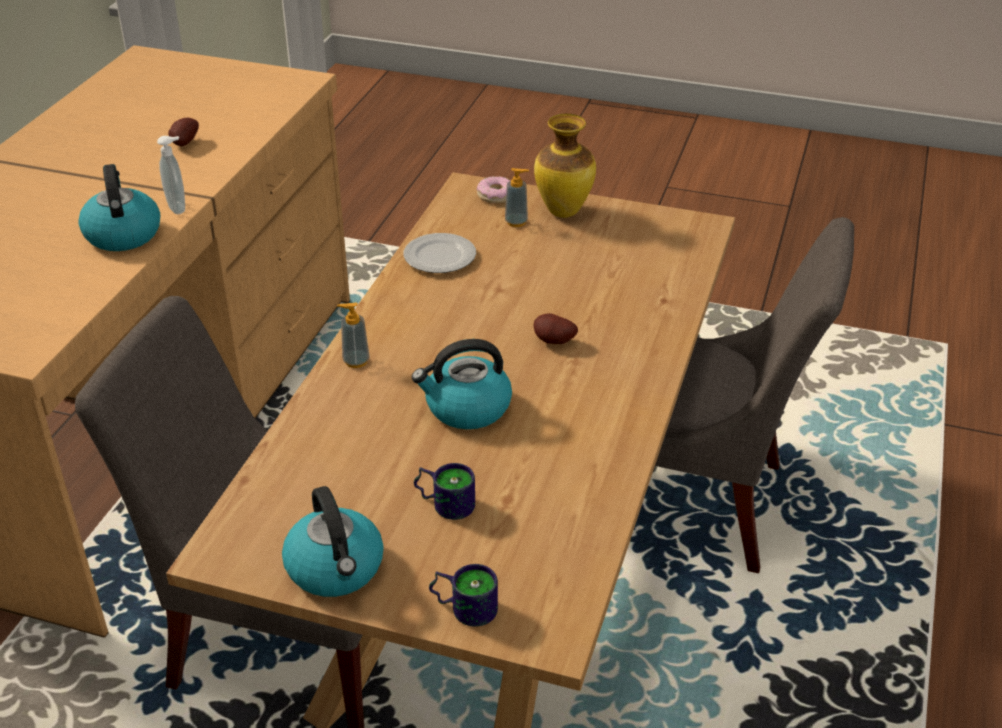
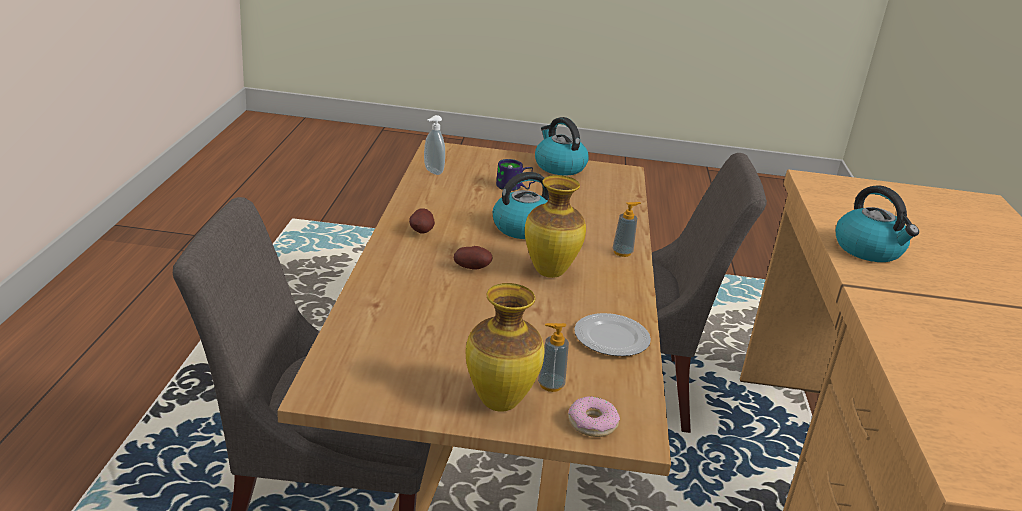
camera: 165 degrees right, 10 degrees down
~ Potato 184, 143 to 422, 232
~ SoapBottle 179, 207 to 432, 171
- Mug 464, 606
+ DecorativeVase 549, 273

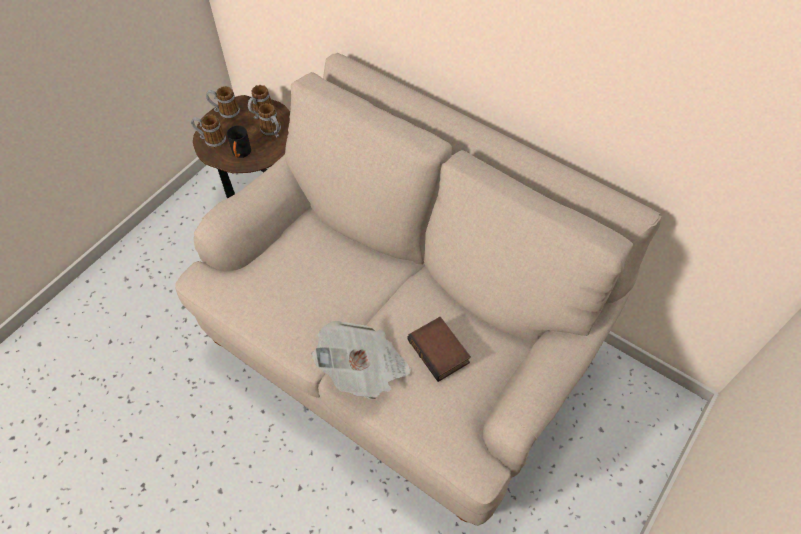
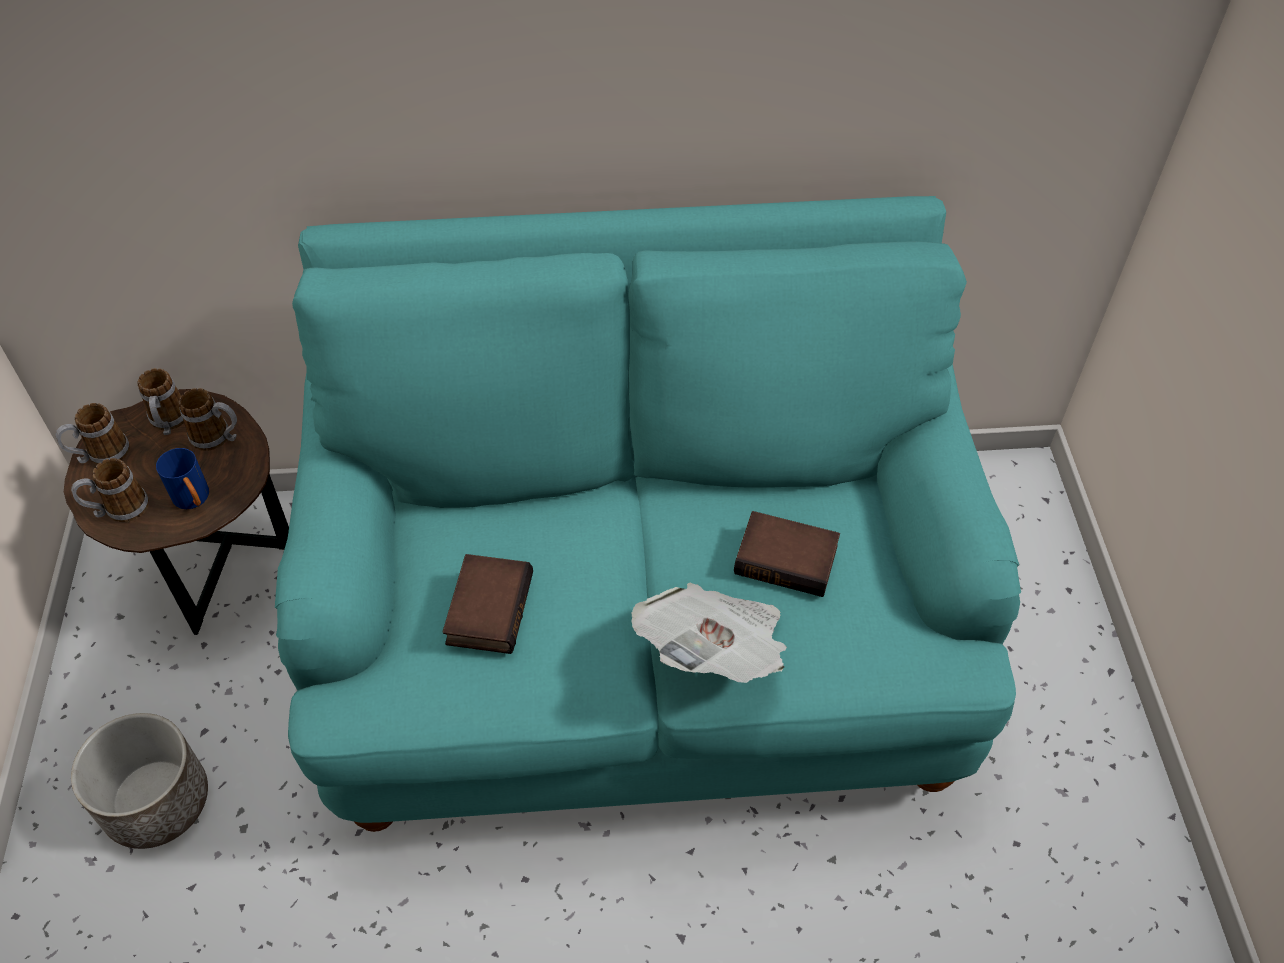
camera: 40 degrees left, 5 degrees down
~ SandColouredSettee 401, 349 to BlueGreenSettee 642, 644
~ BlackColouredMug 241, 154 to BluishMug 194, 500
+ Book 487, 608
+ PlantPot 156, 800

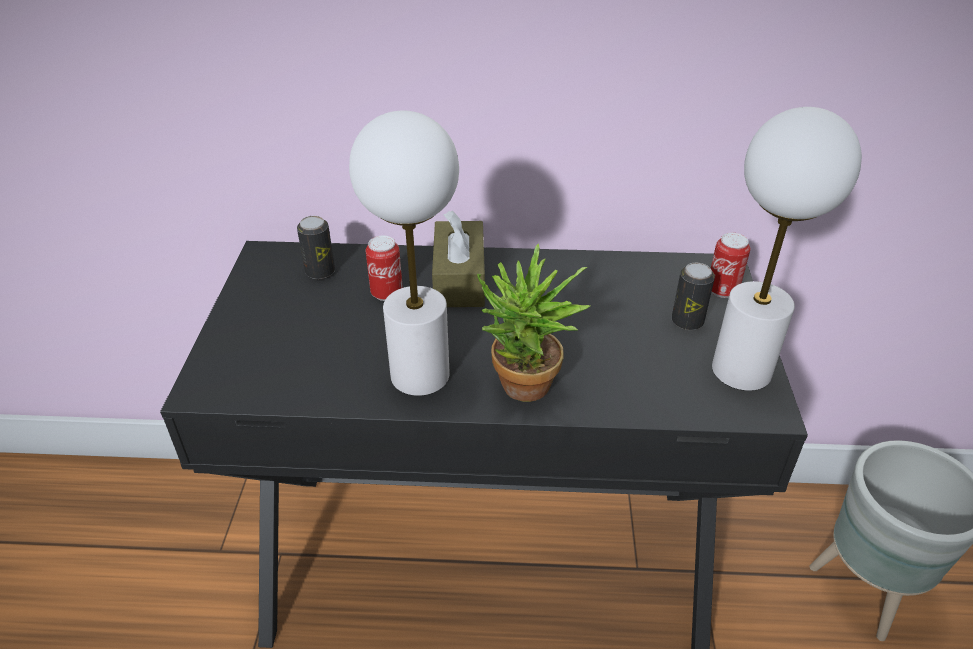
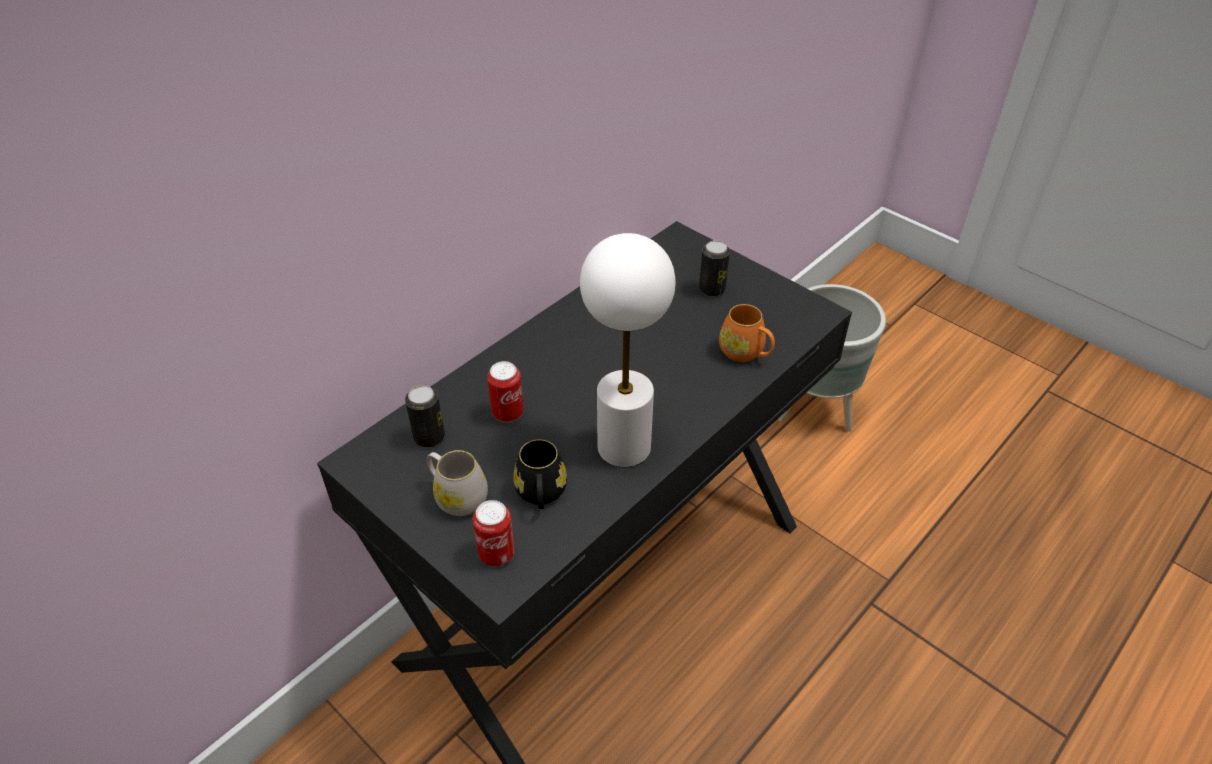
camera: 50 degrees left, 5 degrees up
- WhiteColouredTabletopLamp 741, 370
- BrownishTissueHolder 459, 279
~ MetalCan 722, 290 to 497, 554
- PottedPlant 524, 392
+ OrangeyMug 745, 353
+ BlackColouredMug 541, 494
+ WhiteColouredMug 457, 496

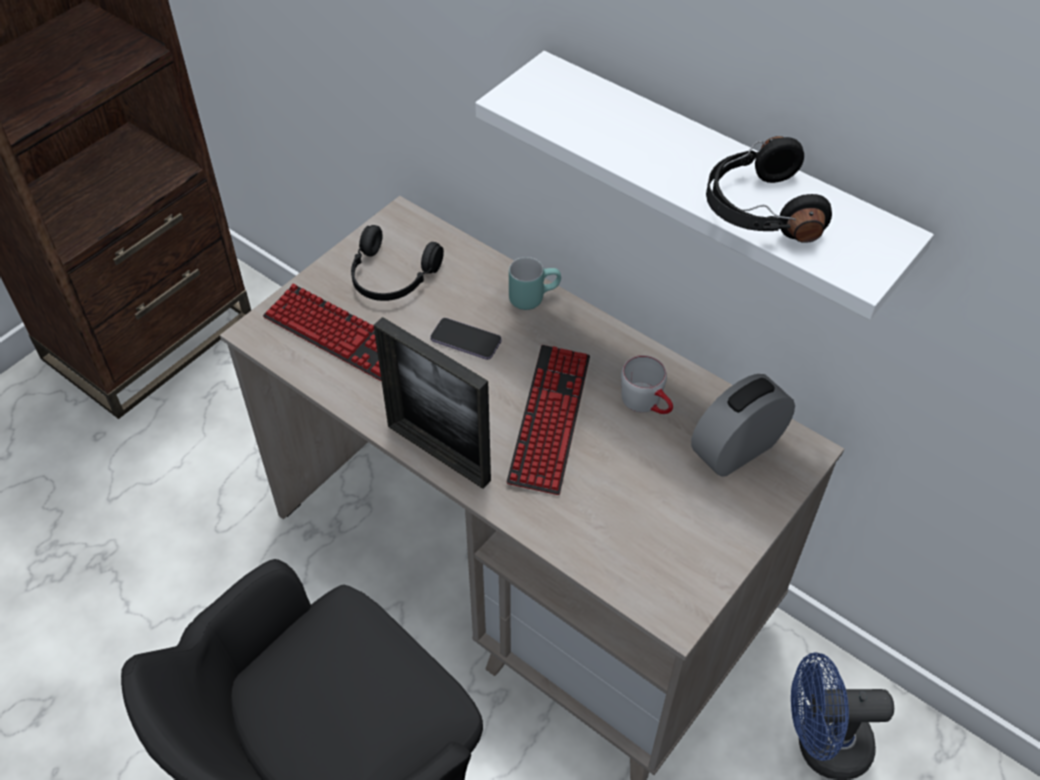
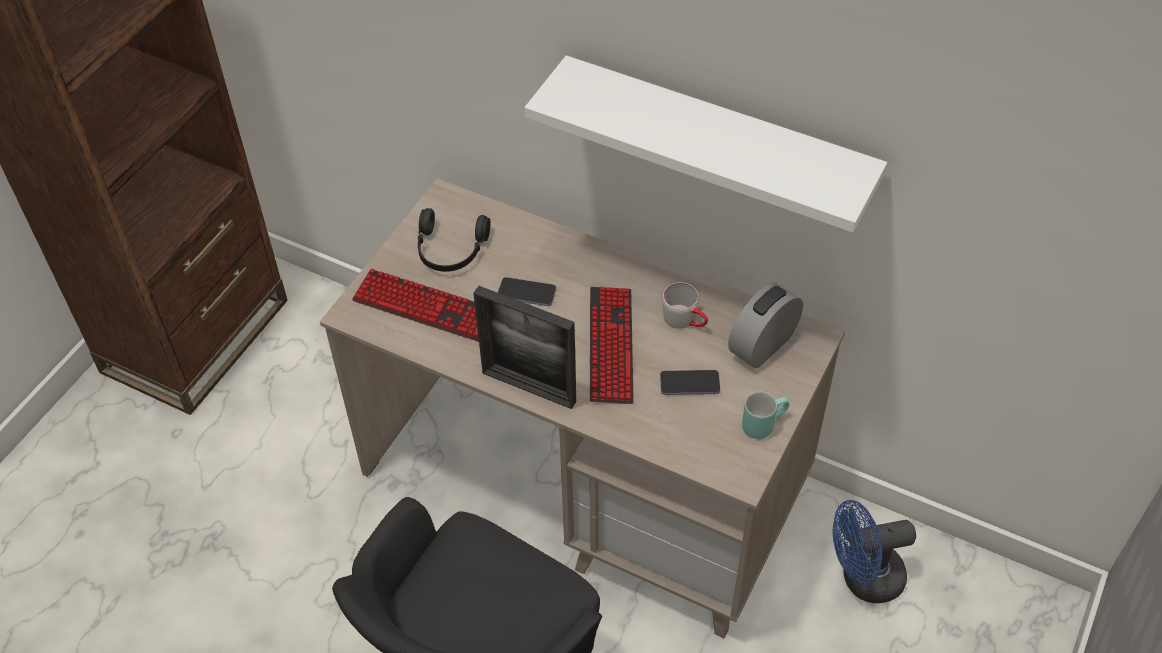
camera: 10 degrees left, 0 degrees up
- BlackColouredHeadset 759, 209
~ BlueGreenMug 533, 296 to 762, 423
+ Telephone 689, 384

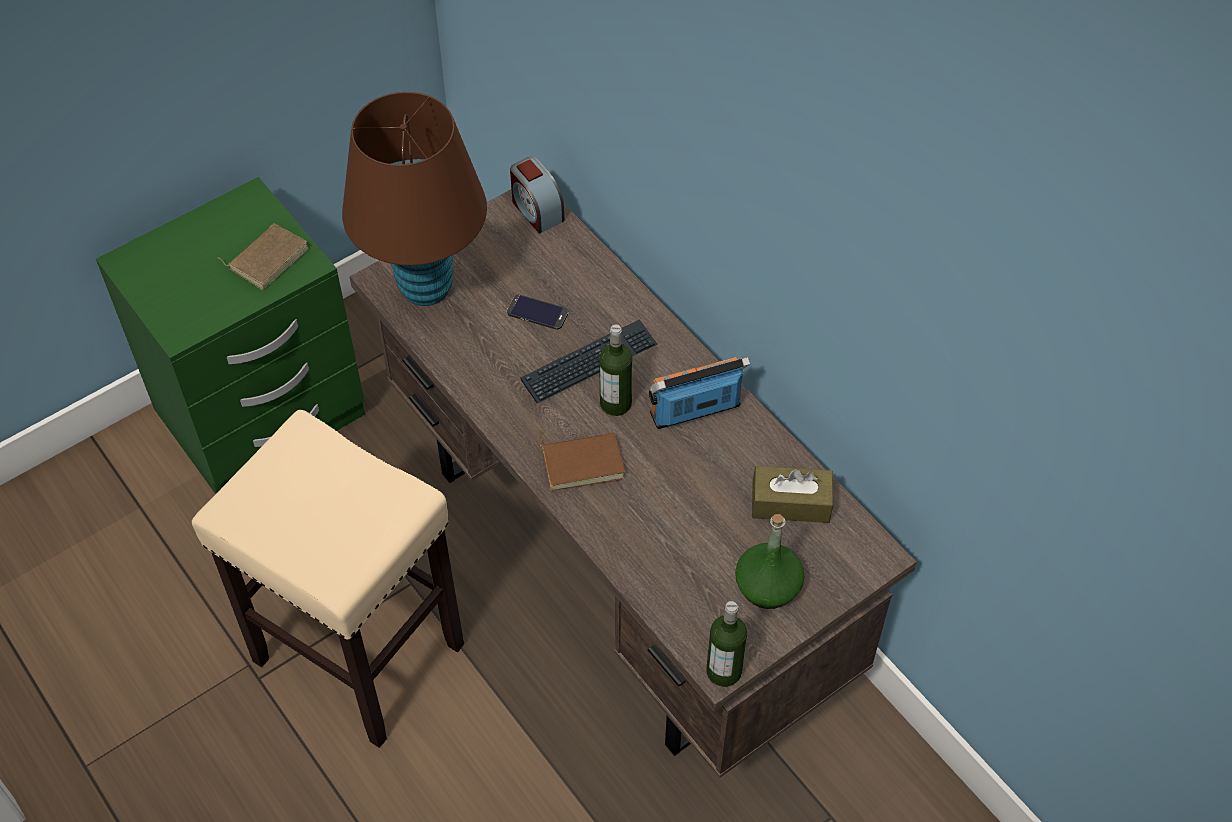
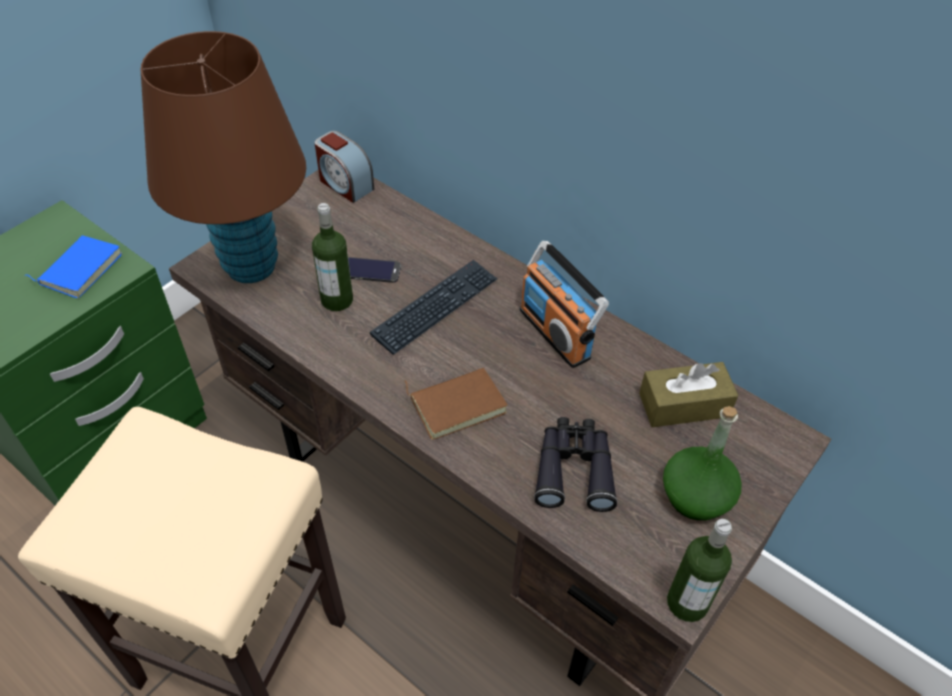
camera: 15 degrees left, 5 degrees down
~ BrownishBook 267, 258 to BluishBook 79, 268
~ DrinkBottle 615, 403 to 337, 300
~ RadioReceiver 695, 410 = 555, 333 90 degrees counterclockwise
+ BlackColouredPairOfBinoculars 574, 469

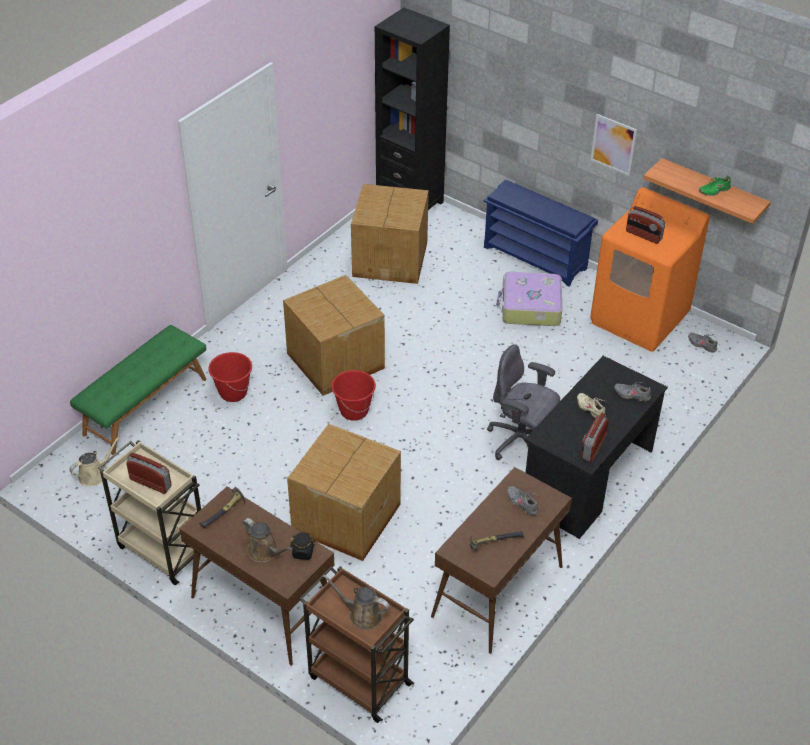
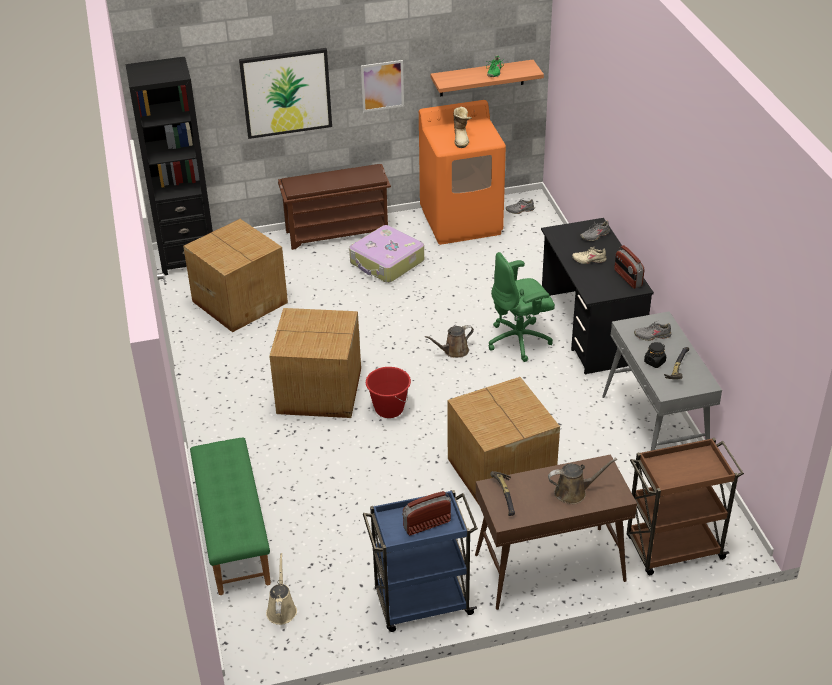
camera: 50 degrees left, 5 degrees down
~ BluishShoeShelf 536, 258 to BrownishShoeShelf 338, 232
~ RadioReceiver 643, 235 to TallBoot 461, 139
~ GrayComputerChair 521, 442 to GreenishComputerChair 520, 340
- RedWaterBucket 233, 393
~ SandColouredCart 162, 549 to BluishCart 421, 603
~ BrownishConsoleTable 497, 592 to GrayConsoleTable 655, 430
~ BlackColouredStorageJar 303, 552 to 654, 362
~ BrownishWateringPot 362, 614 to 454, 351
+ WallArt 286, 92

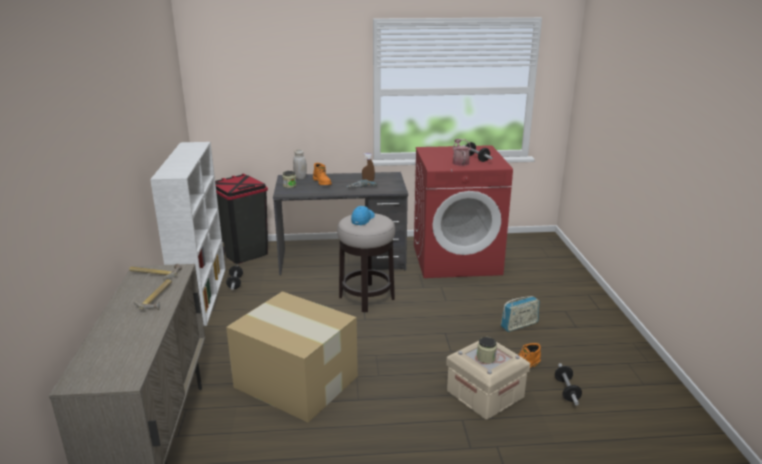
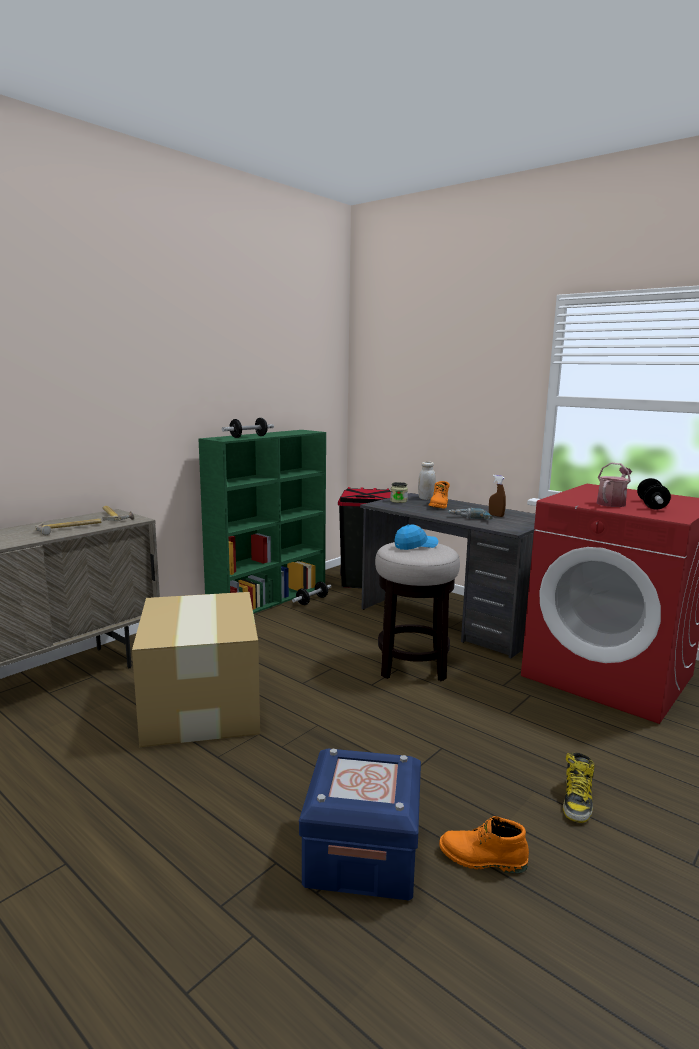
camera: 45 degrees right, 10 degrees down
~ WhiteColouredShelvingUnit 202, 295 to GreenishShelvingUnit 269, 599
~ RadioReceiver 519, 325 to TallBoot 577, 800
- StorageJar 486, 358
~ SandColouredStorageContainer 485, 394 to BluishStorageContainer 362, 854
~ HandWeight 566, 390 to 248, 437

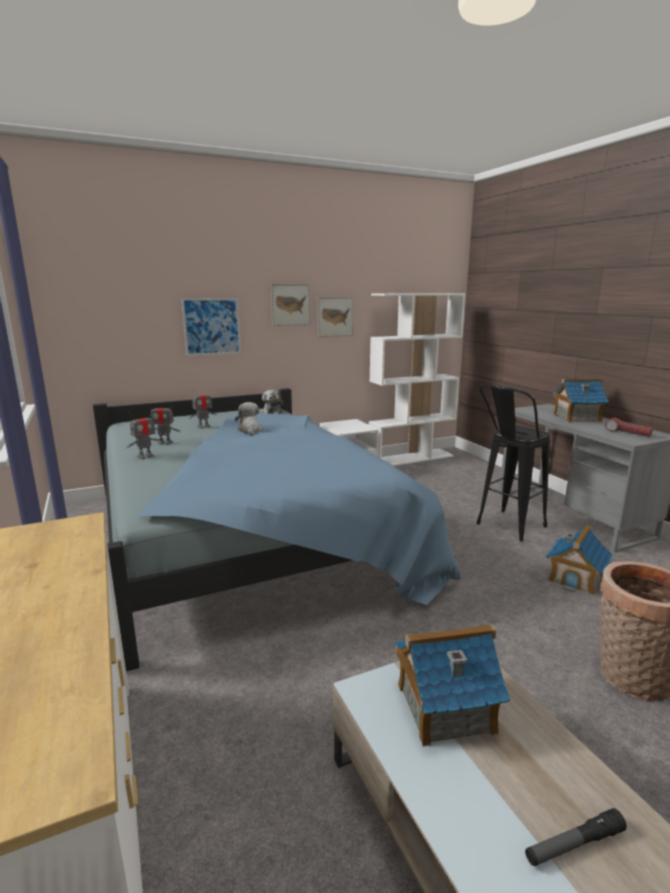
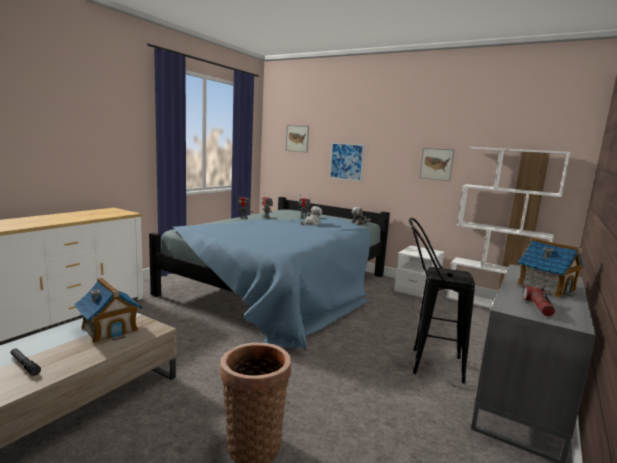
camera: 55 degrees right, 5 degrees down
~ WallArt 290, 305 to 297, 138
- MiniatureHouse 575, 578

